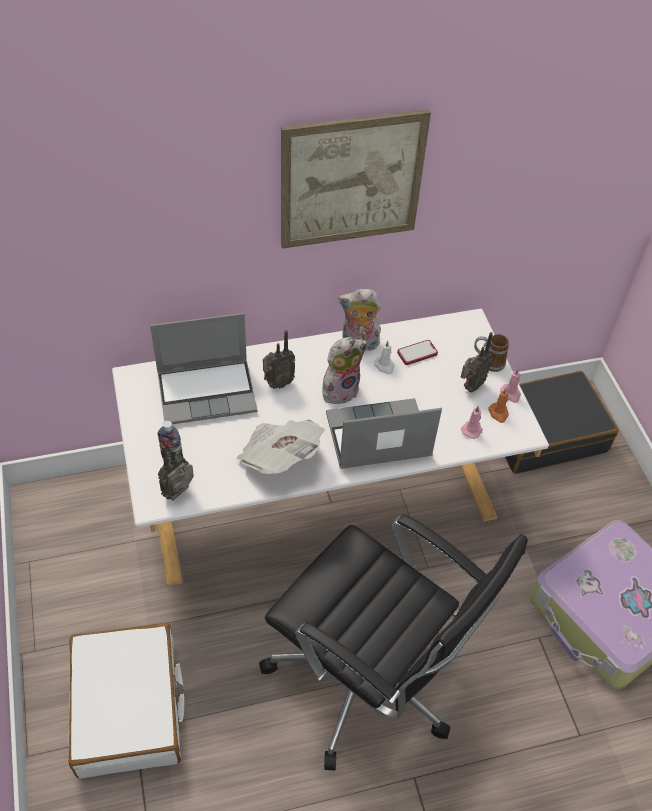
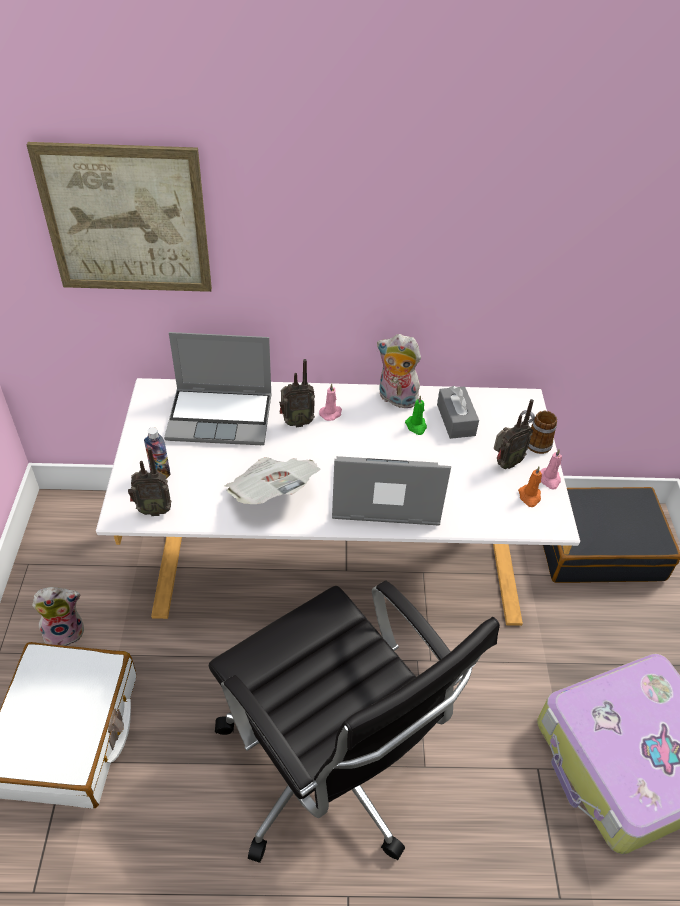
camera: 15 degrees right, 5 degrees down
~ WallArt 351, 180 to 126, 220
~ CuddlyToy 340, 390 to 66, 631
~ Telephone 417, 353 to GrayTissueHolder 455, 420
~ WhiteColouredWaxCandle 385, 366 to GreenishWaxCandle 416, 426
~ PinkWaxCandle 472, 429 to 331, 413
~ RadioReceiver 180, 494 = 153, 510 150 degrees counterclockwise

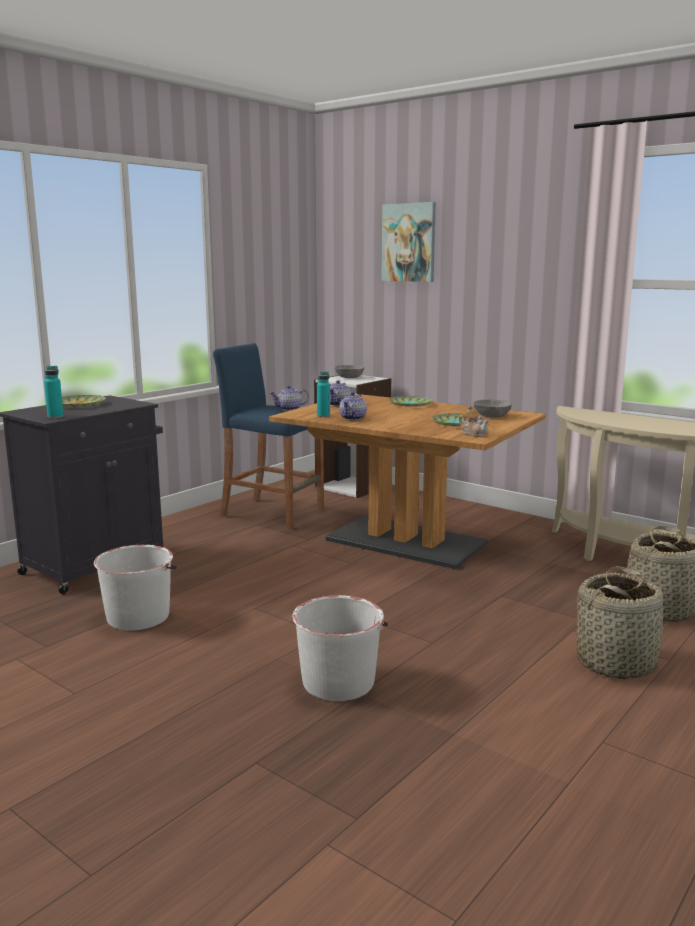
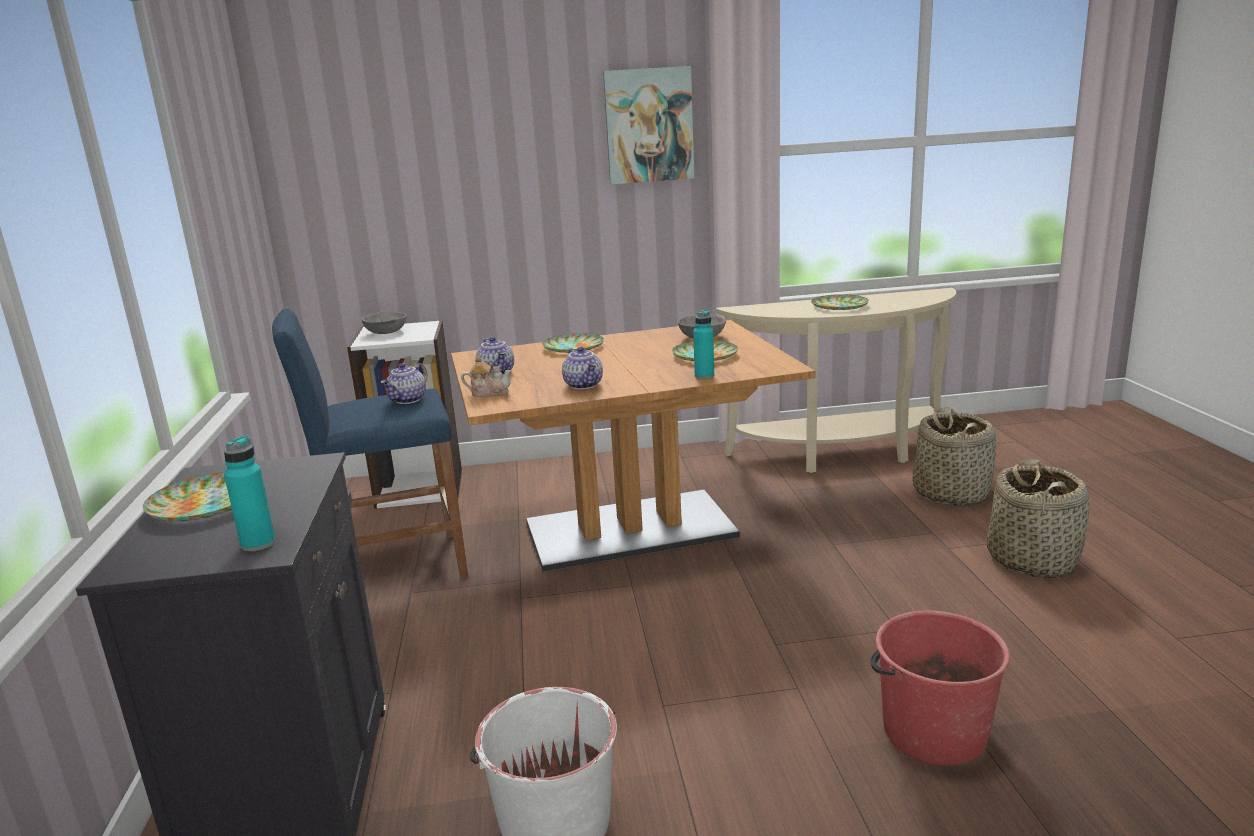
camera: 45 degrees left, 5 degrees up
~ WallArt 409, 242 to 649, 126
~ BlueGreenDrinkBottle 323, 415 to 704, 376
~ Teapot 474, 434 to 489, 393
~ WhiteColouredWaterBucket 338, 682 to RedWaterBucket 932, 731
+ Plate 840, 306

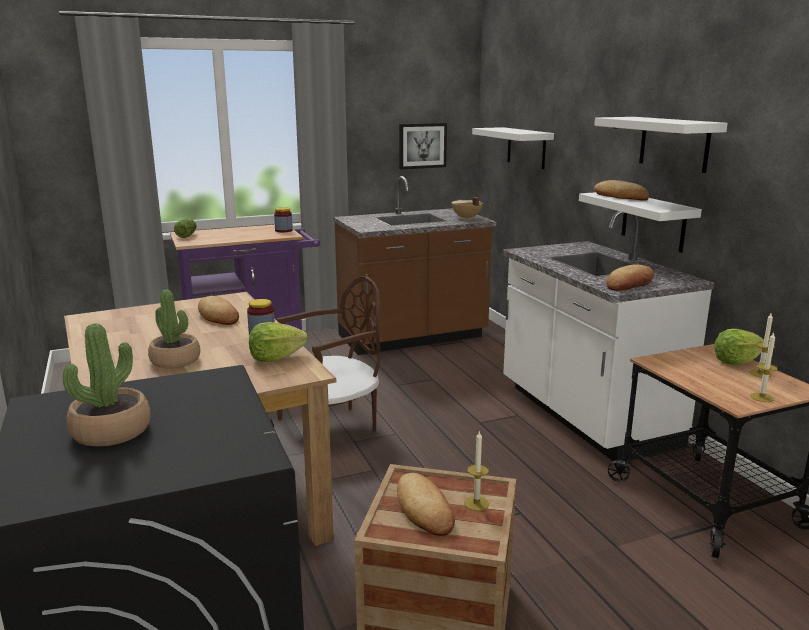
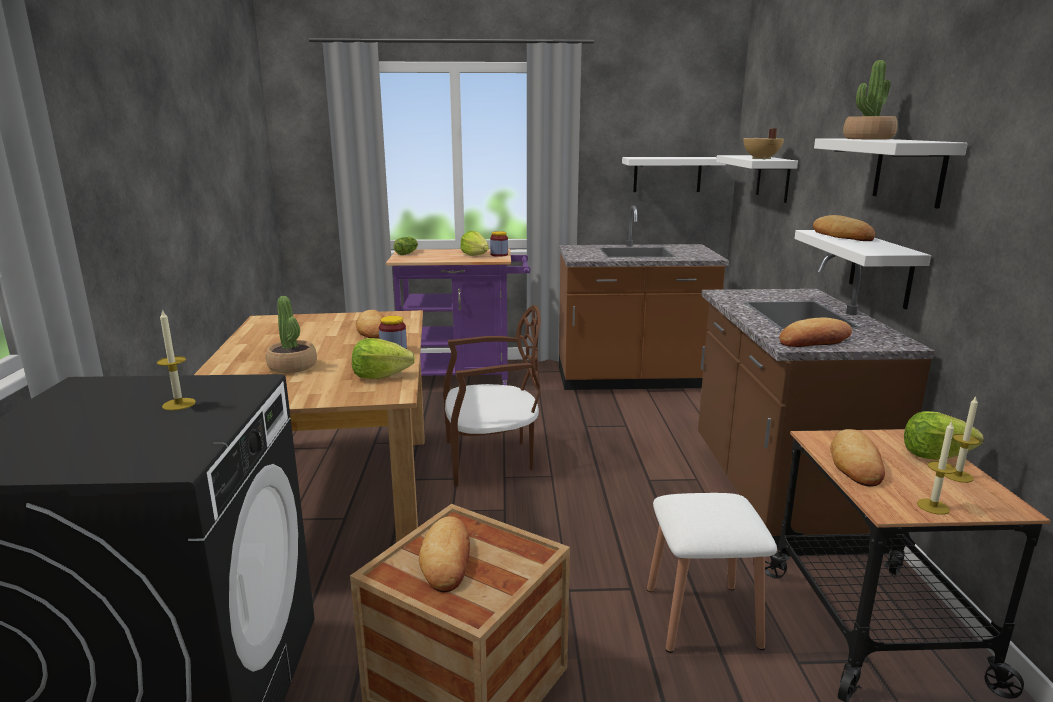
camera: 20 degrees right, 0 degrees up
~ WallArt 422, 145 to WhiteColouredShelf 667, 174
~ SandColouredCookingPot 466, 218 to 760, 159
~ WhiteColouredCounter 585, 416 to BrownishCounter 776, 494
~ PottedPlant 111, 431 to 868, 139
~ WaxCandle 476, 503 to 179, 404
+ LettuceHead 475, 255
+ Bread 856, 463
+ WhiteColouredStoolSeat 702, 617

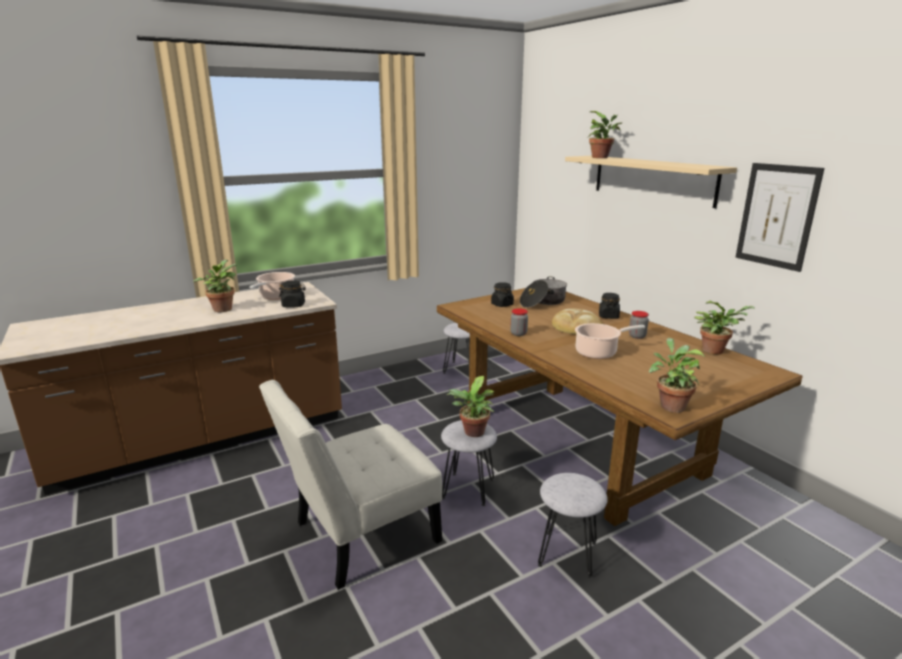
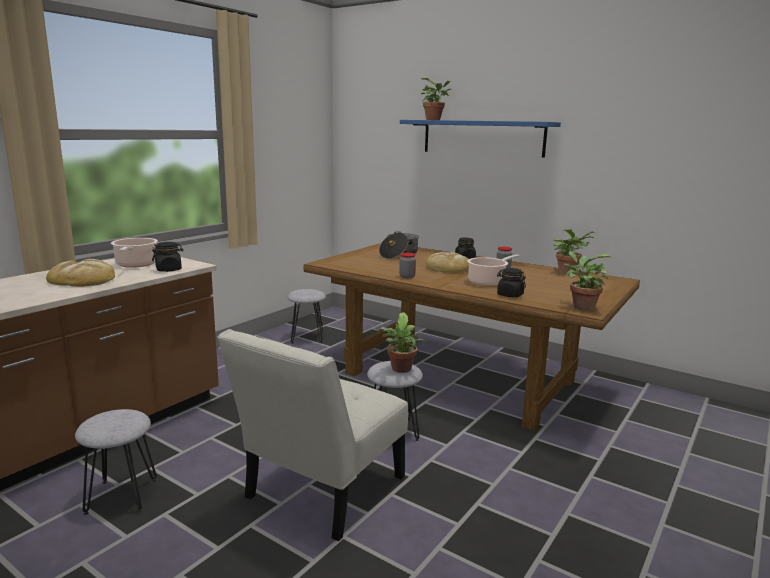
camera: 25 degrees left, 5 degrees down
~ SandColouredShelf 652, 179 to BluishShelf 482, 137
- WallArt 777, 216
~ PottedPlant 222, 308 to Bread 83, 279
~ BlackColouredStorageJar 502, 304 to 510, 295
~ GrayStoolSeat 567, 554 to 121, 496

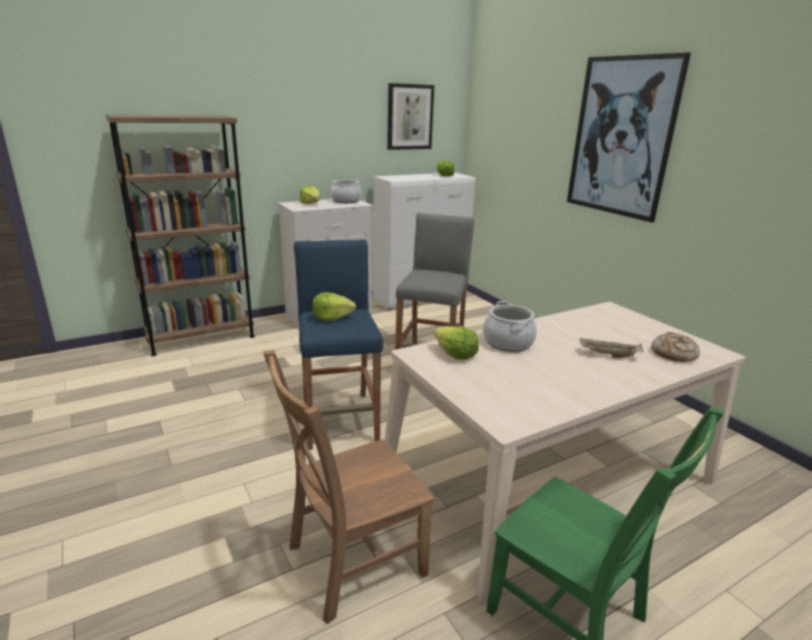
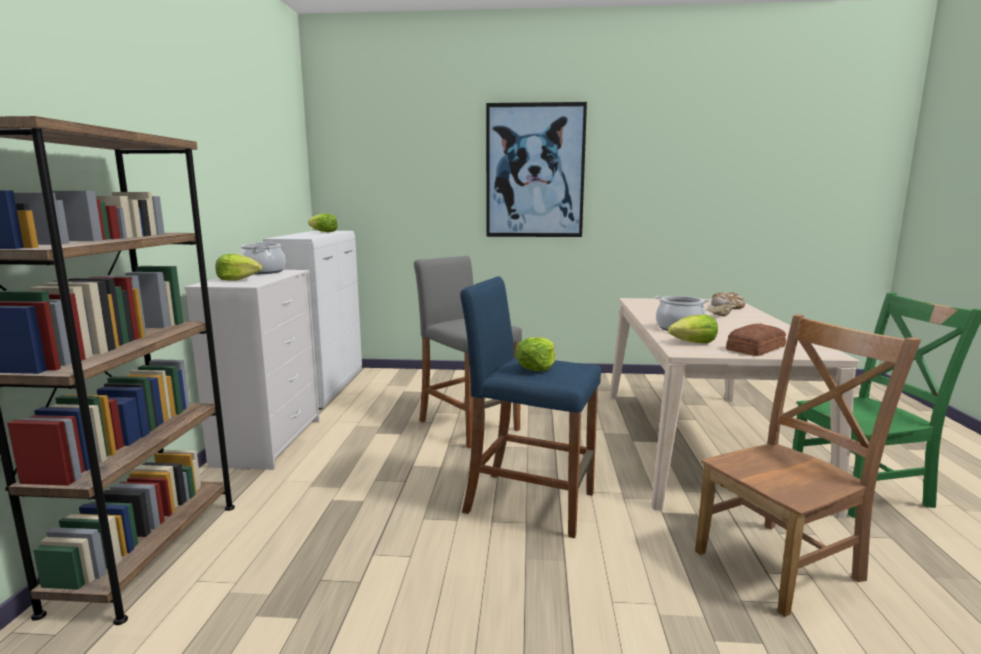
camera: 55 degrees left, 10 degrees down
- WallArt 409, 117
~ BrownishUprightChair 350, 562 = 782, 563 120 degrees counterclockwise
+ Bread 754, 348

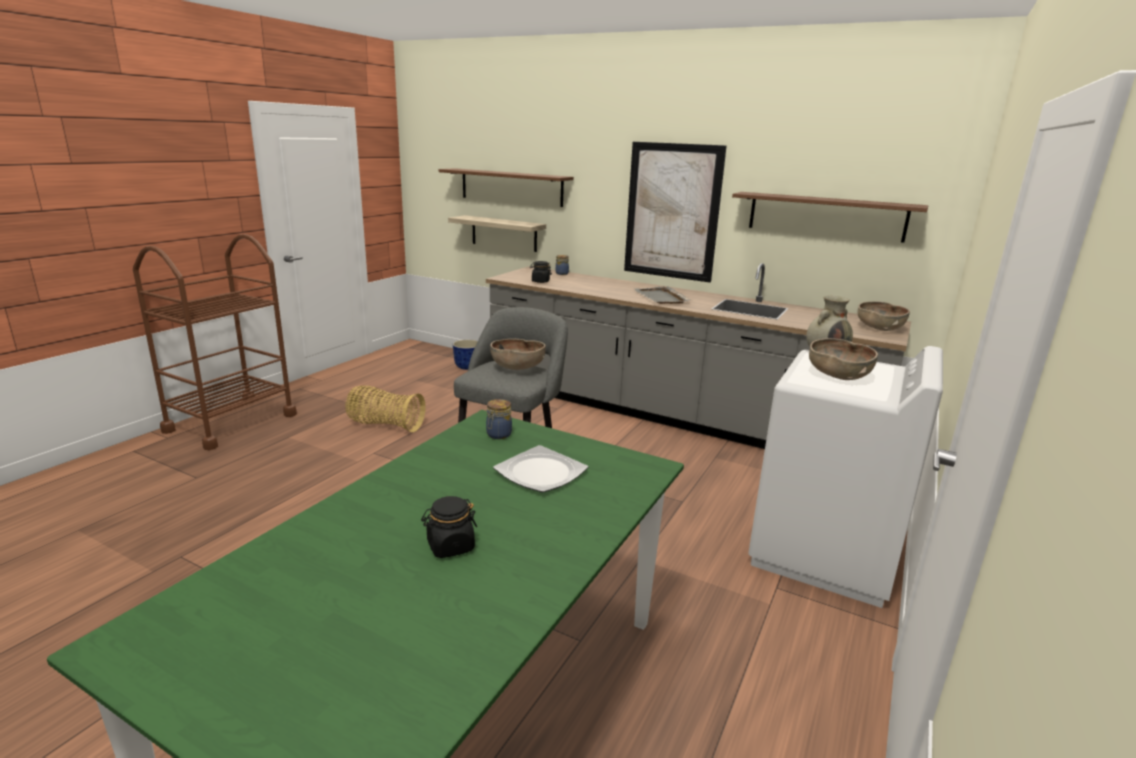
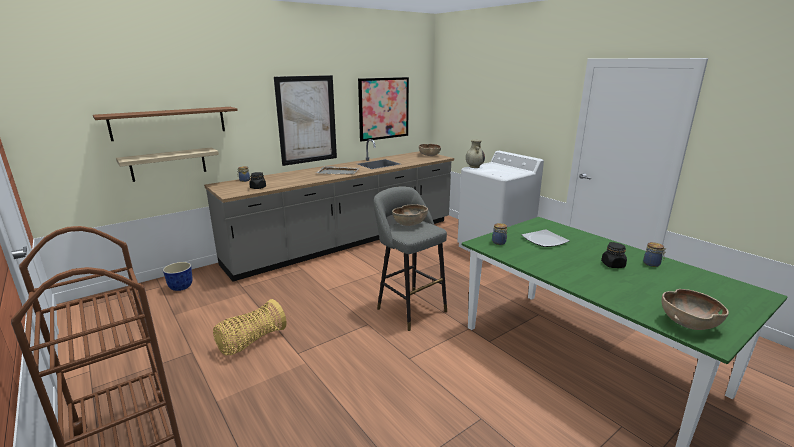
camera: 65 degrees left, 0 degrees up
~ BrownishShelf 826, 216 to WallArt 383, 108
~ BrownishServingBowl 838, 376 to 688, 323
+ StorageJar 652, 264

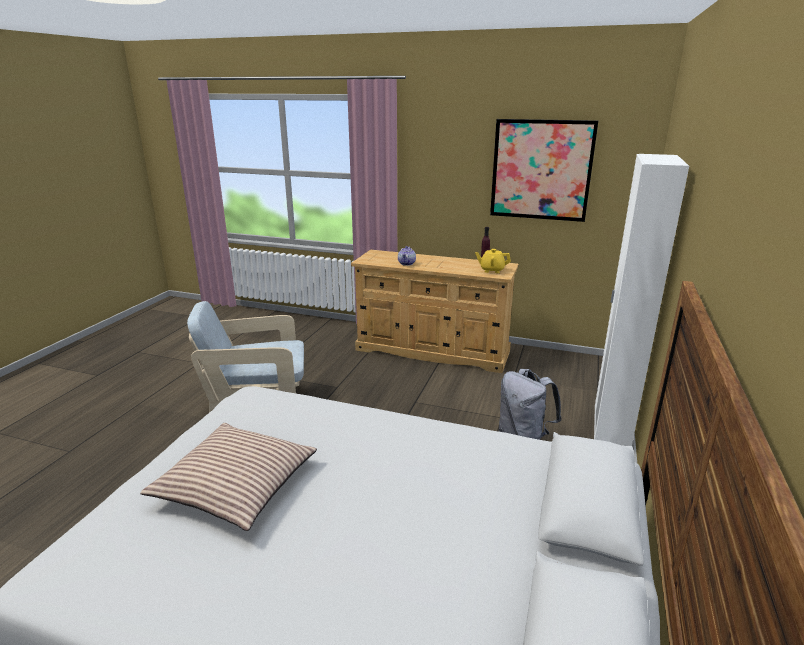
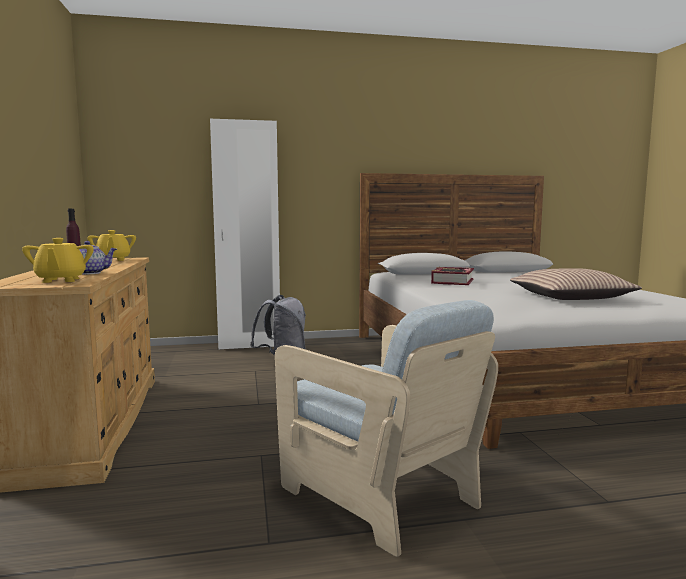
camera: 120 degrees left, 15 degrees down
- WallArt 541, 170
+ YellowTeapot 60, 280
+ Book 452, 281

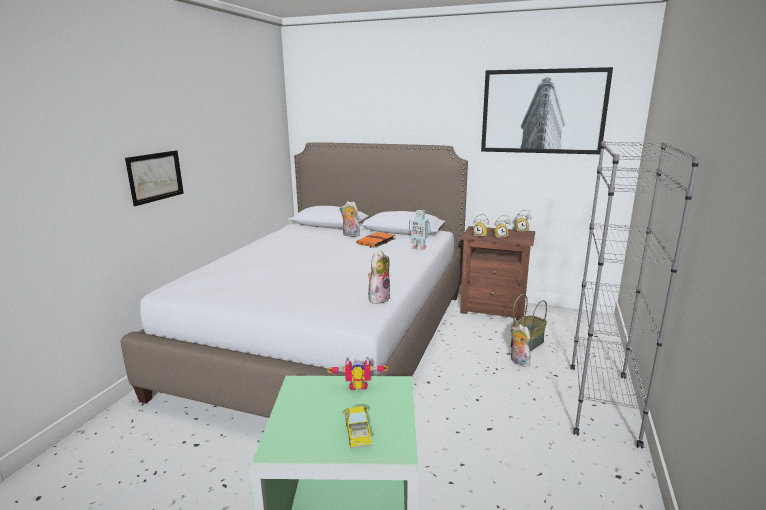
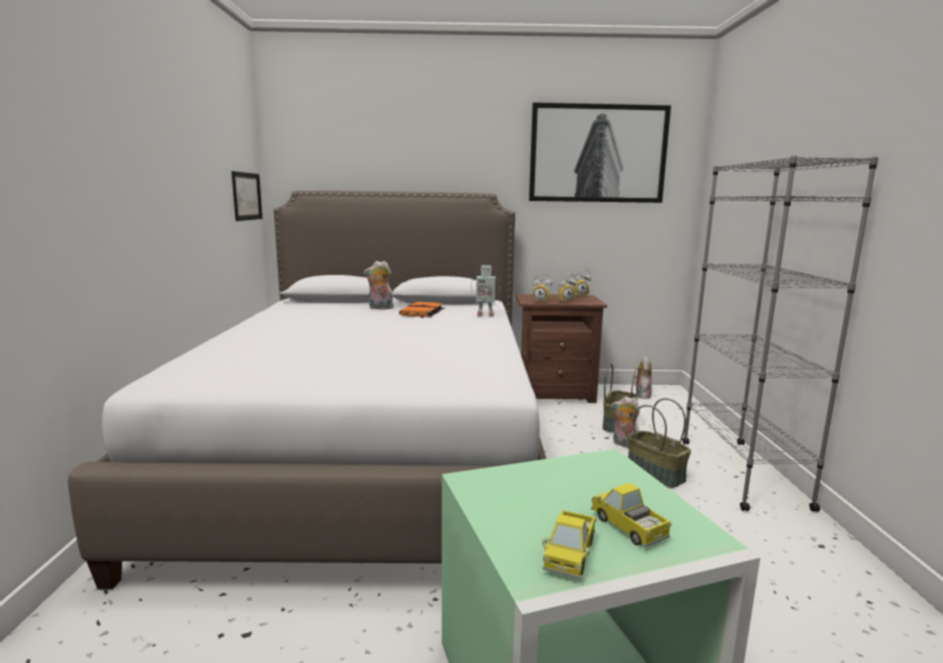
camera: 20 degrees left, 5 degrees down
~ WallArt 155, 177 to 247, 196
~ CuddlyToy 378, 298 to 641, 395
- ToyRobot 358, 389
+ HouseholdBasket 656, 474
+ ToyTruck 569, 555

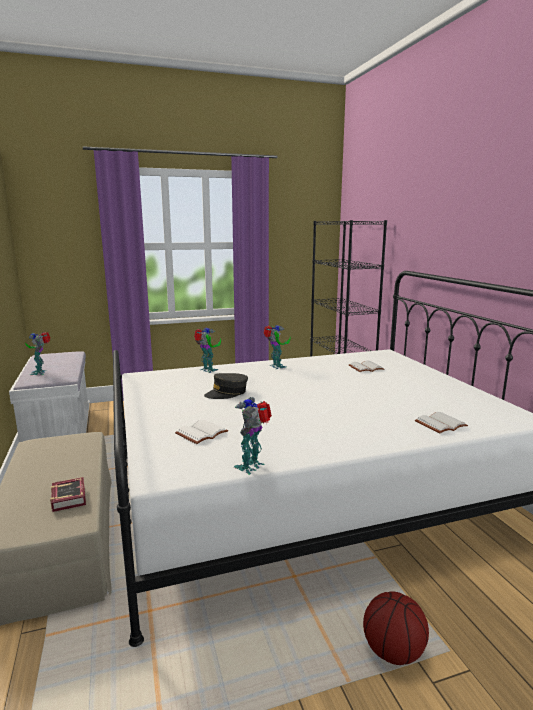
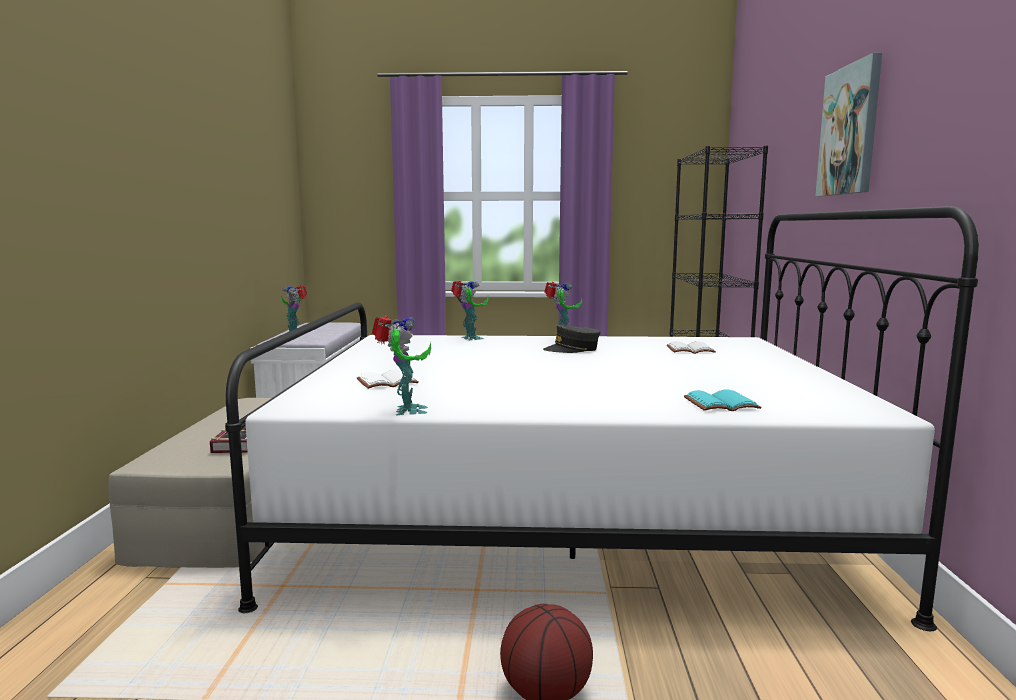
camera: 20 degrees right, 5 degrees down
~ GrayBaseballCap 227, 393 to 572, 349
~ ToyRobot 252, 466 = 406, 411 120 degrees clockwise
~ WhiteColouredBook 441, 425 to BlueGreenBook 721, 405
+ WallArt 850, 130

